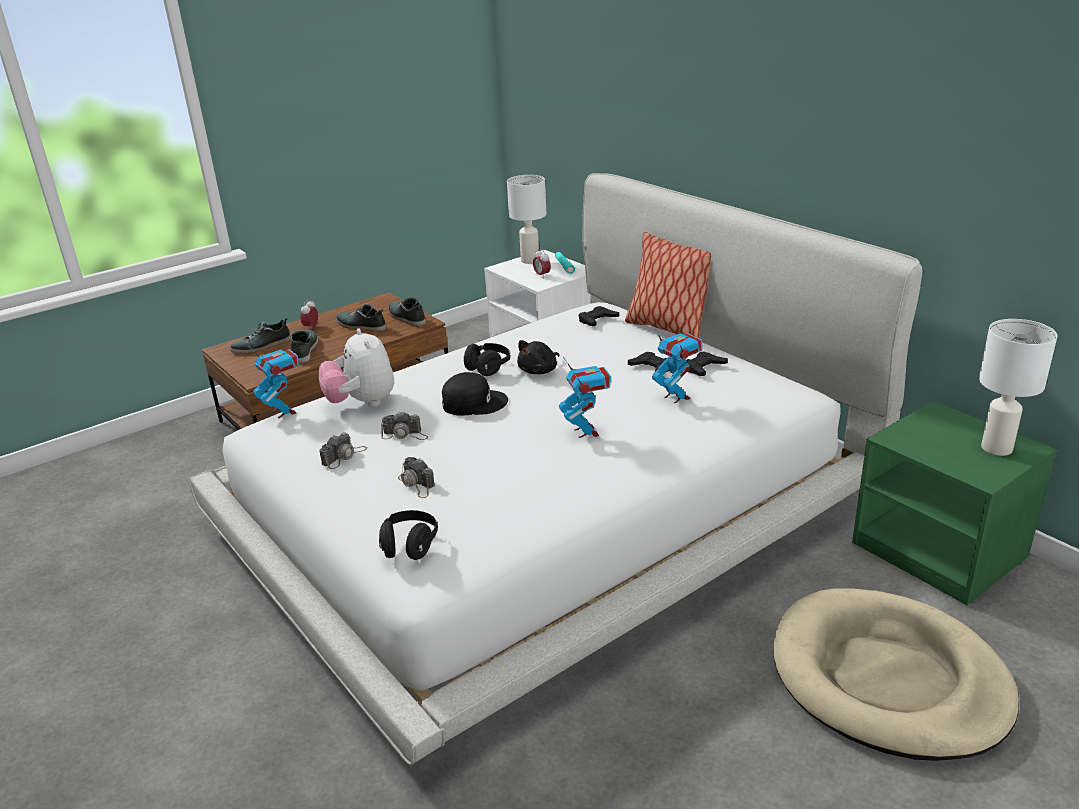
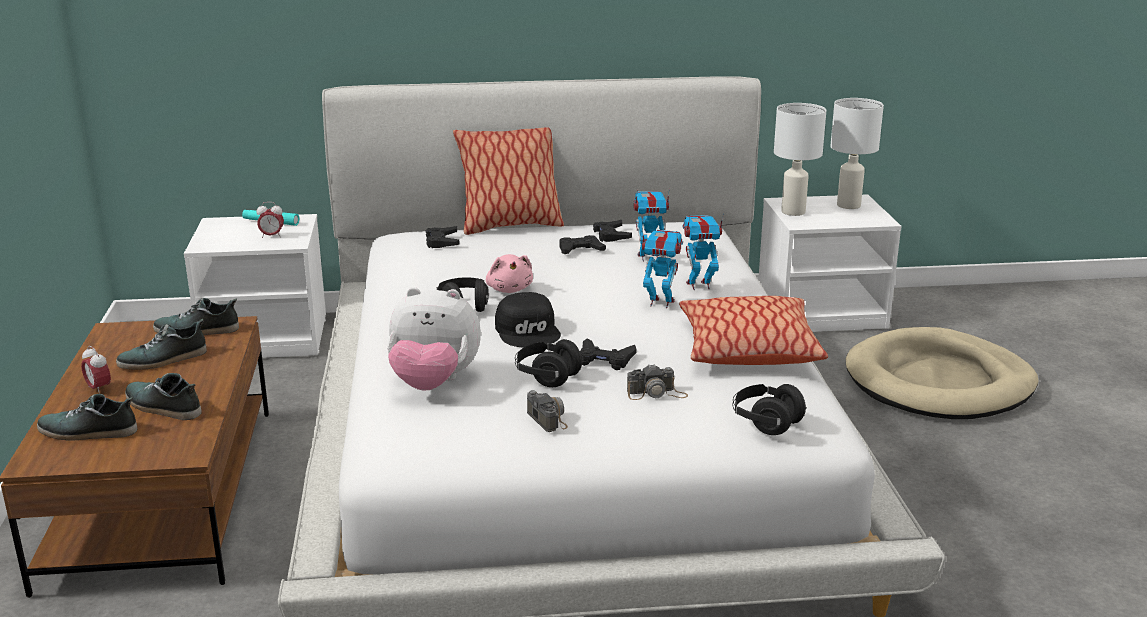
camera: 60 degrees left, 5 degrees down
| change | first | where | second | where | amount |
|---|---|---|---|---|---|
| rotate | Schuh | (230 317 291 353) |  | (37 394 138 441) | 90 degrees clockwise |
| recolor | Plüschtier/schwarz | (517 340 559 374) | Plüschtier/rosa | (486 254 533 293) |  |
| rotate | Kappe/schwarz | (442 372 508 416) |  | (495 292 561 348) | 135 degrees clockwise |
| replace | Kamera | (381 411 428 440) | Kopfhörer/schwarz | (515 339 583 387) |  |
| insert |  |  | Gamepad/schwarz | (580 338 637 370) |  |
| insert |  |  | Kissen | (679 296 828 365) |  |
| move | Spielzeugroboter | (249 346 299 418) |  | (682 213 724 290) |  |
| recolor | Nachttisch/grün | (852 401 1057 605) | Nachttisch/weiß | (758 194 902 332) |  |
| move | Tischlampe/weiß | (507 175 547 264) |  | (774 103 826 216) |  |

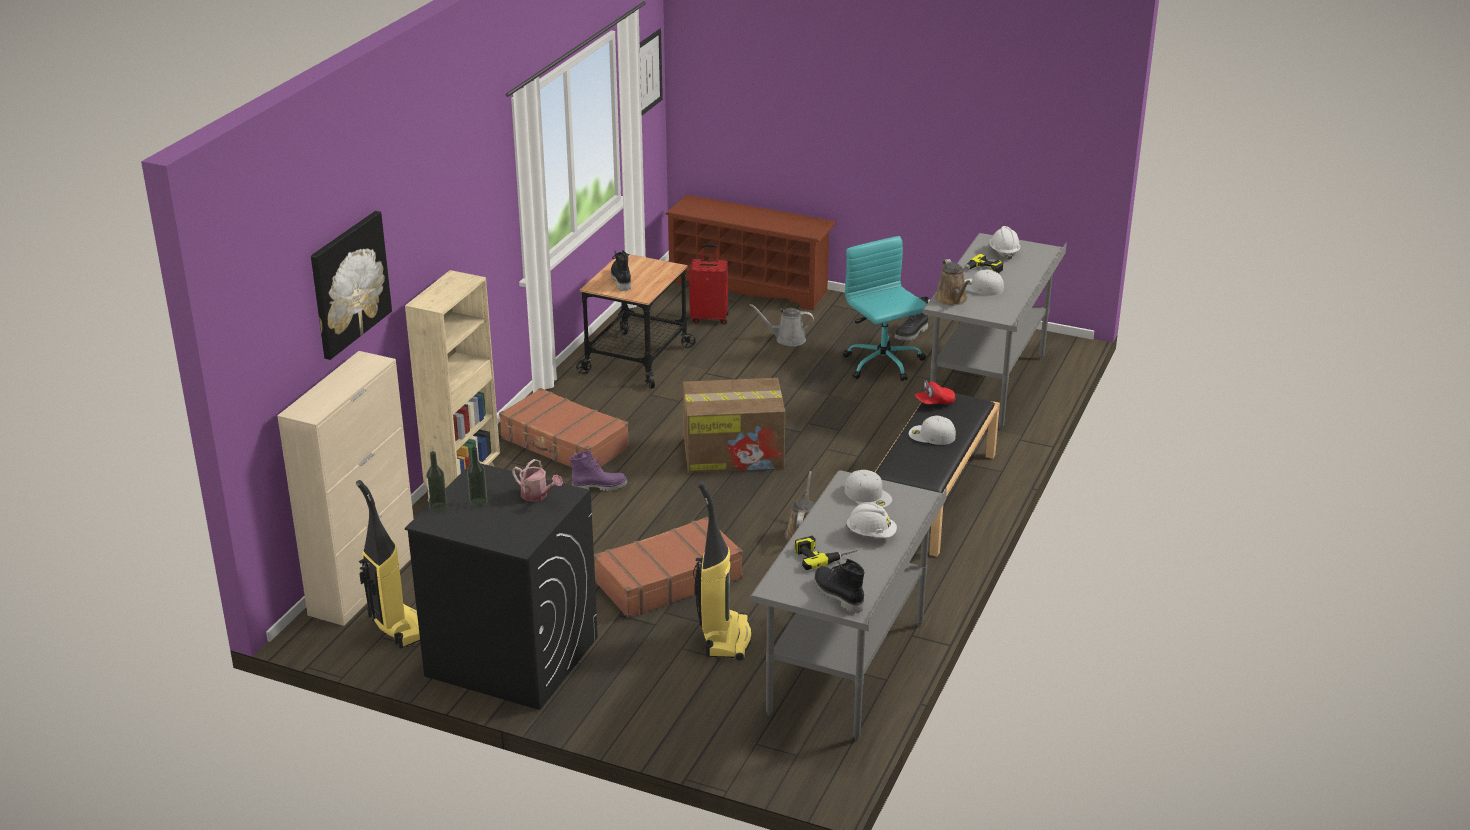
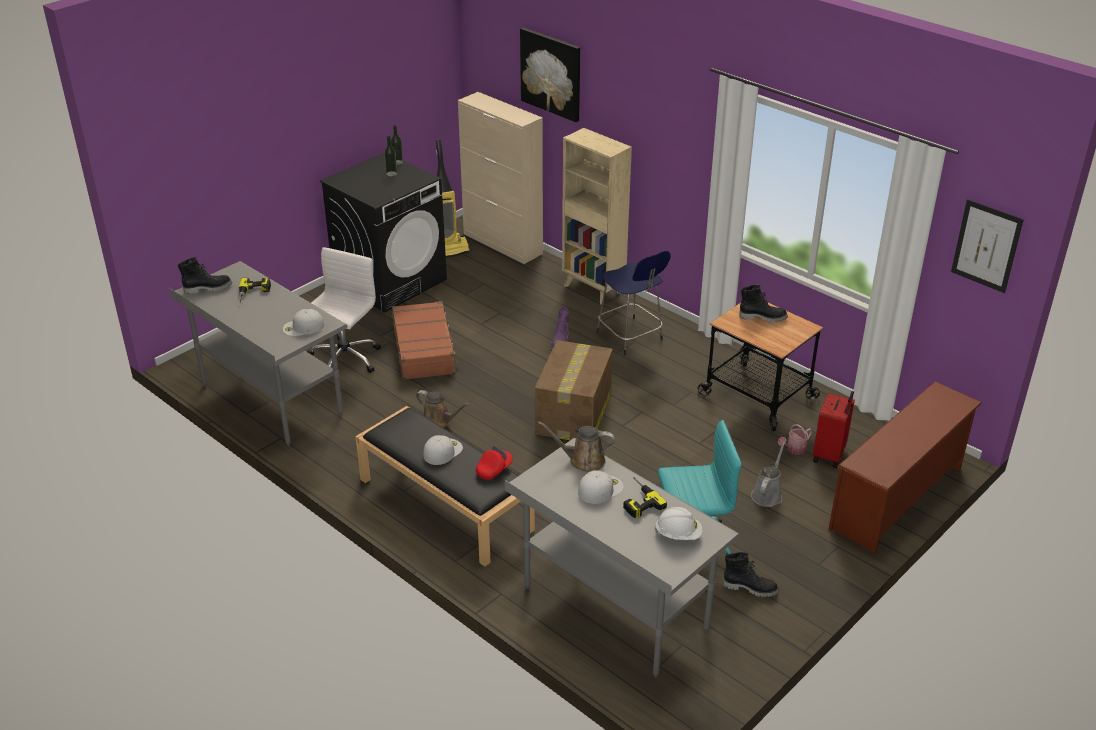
camera: 110 degrees right, 5 degrees up
| change | first | where | second | where | amount |
|---|---|---|---|---|---|
| replace | Staubsauger | (693 481 752 660) | Bürostuhl/weiß | (307 247 381 373) |  |
| rotate | Kappe/rot | (915 380 955 405) |  | (476 445 513 480) | 45 degrees clockwise |
| replace | Koffer/braun | (499 388 629 467) | Hocker/blau | (597 251 671 355) |  |
| rotate | Stiefel/schwarz | (894 296 929 341) |  | (723 552 779 597) | 135 degrees clockwise |
| move | Gießkanne | (512 459 563 502) |  | (778 424 812 455) |  |
| delete | Schutzhelm/weiß | (846 502 897 538) |  |  |  |

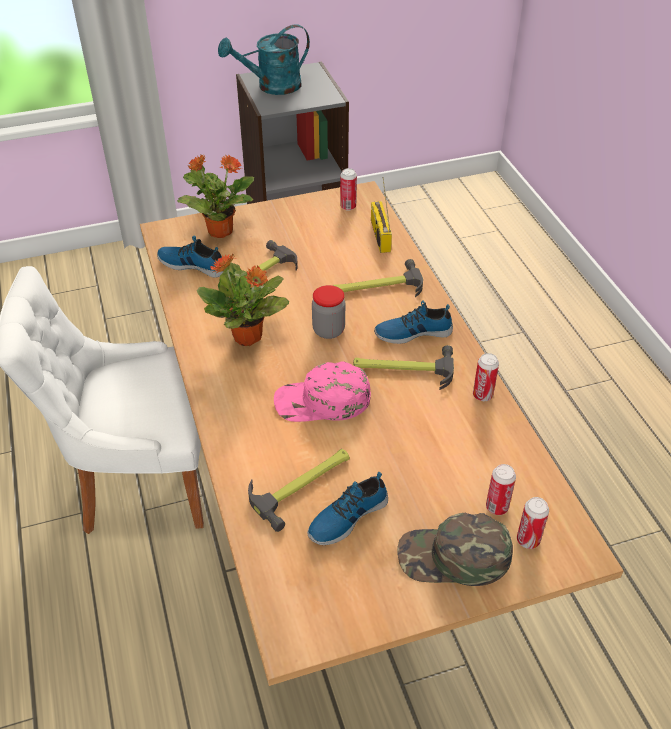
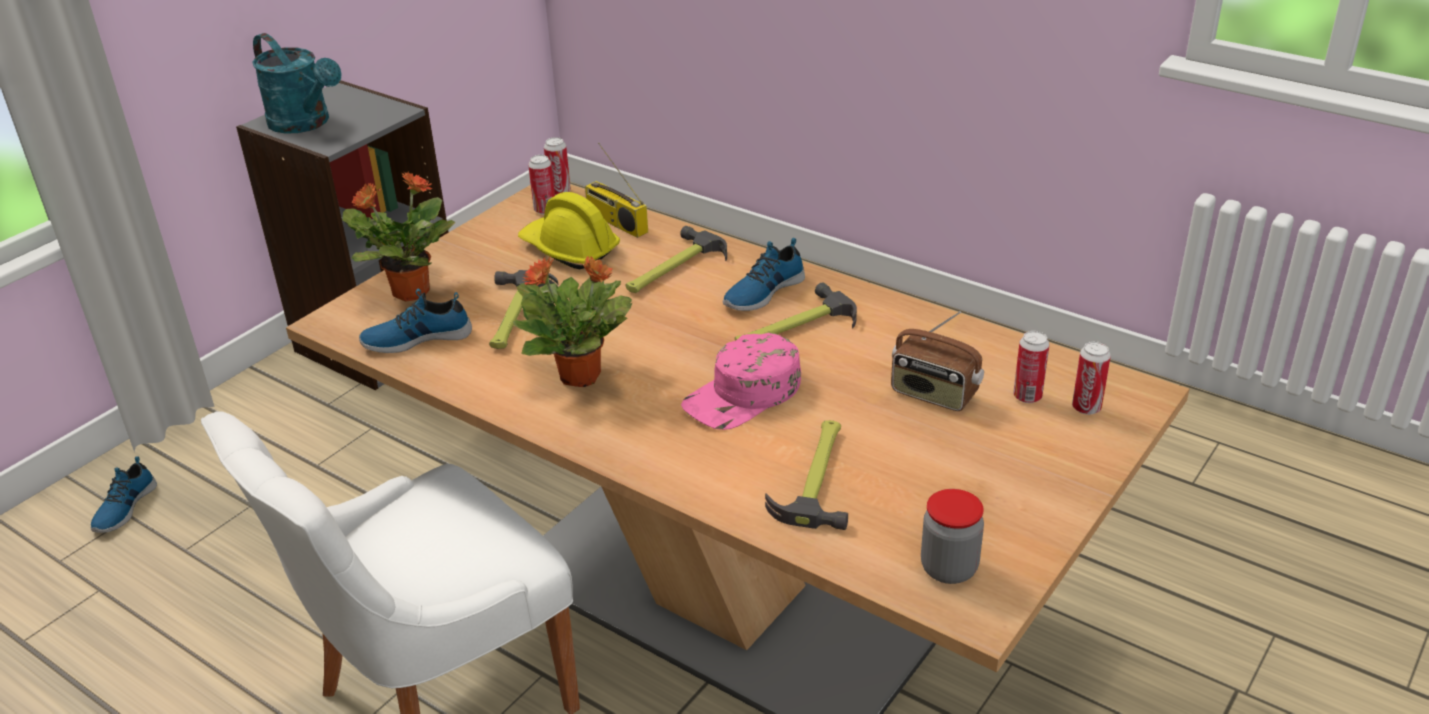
camera: 35 degrees left, 10 degrees down
| change | first | where | second | where | amount |
|---|---|---|---|---|---|
| move | Schuh | (307 472 388 545) |  | (91 456 157 533) |  |
| rotate | Gießkanne/türkis | (218 24 310 95) |  | (252 33 341 134) | 75 degrees counterclockwise |
| insert |  |  | Schutzhelm/gelb | (518 192 620 269) |  |
| move | Dose | (473 353 499 401) |  | (544 137 571 196) |  |
| insert |  |  | Radio | (891 311 984 411) |  |
| move | Vorratsglas | (312 285 345 339) |  | (921 489 984 584) |  |
| delete | Kappe/grün | (398 513 513 586) |  |  |  |

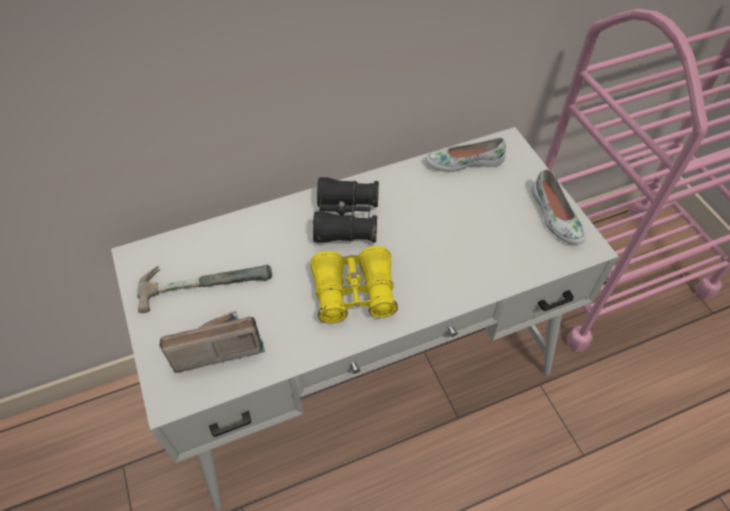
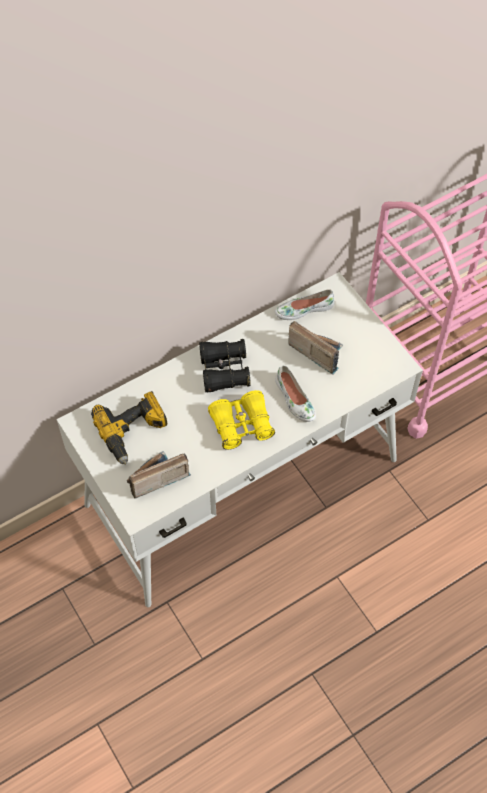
camera: 10 degrees left, 5 degrees up
| change | first | where | second | where | amount |
|---|---|---|---|---|---|
| replace | Hammer | (137 265 272 313) | Bohrmaschine | (91 391 167 465) |  |
| move | Schuh/weiß | (531 169 585 244) |  | (275 365 316 422) |  |
| insert |  |  | Radio | (288 321 343 375) |  |

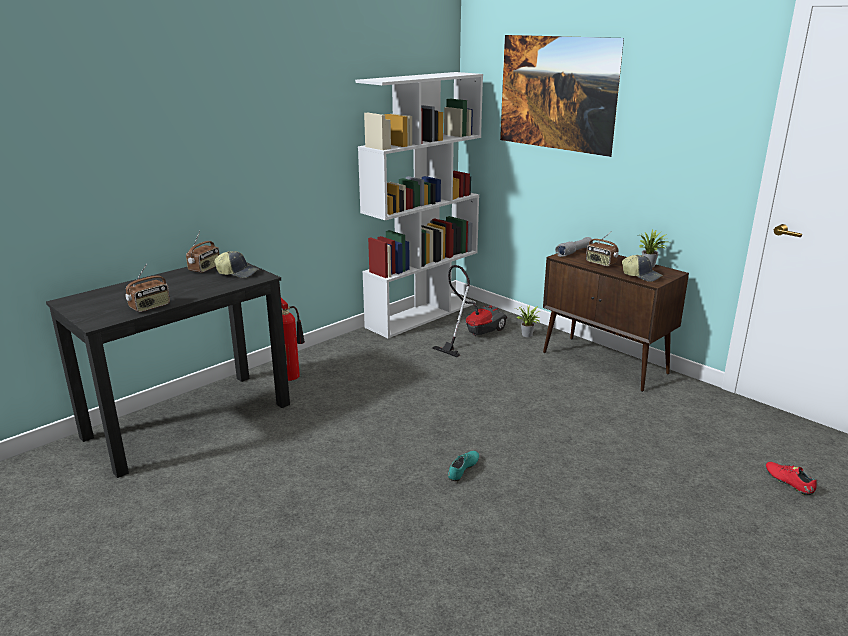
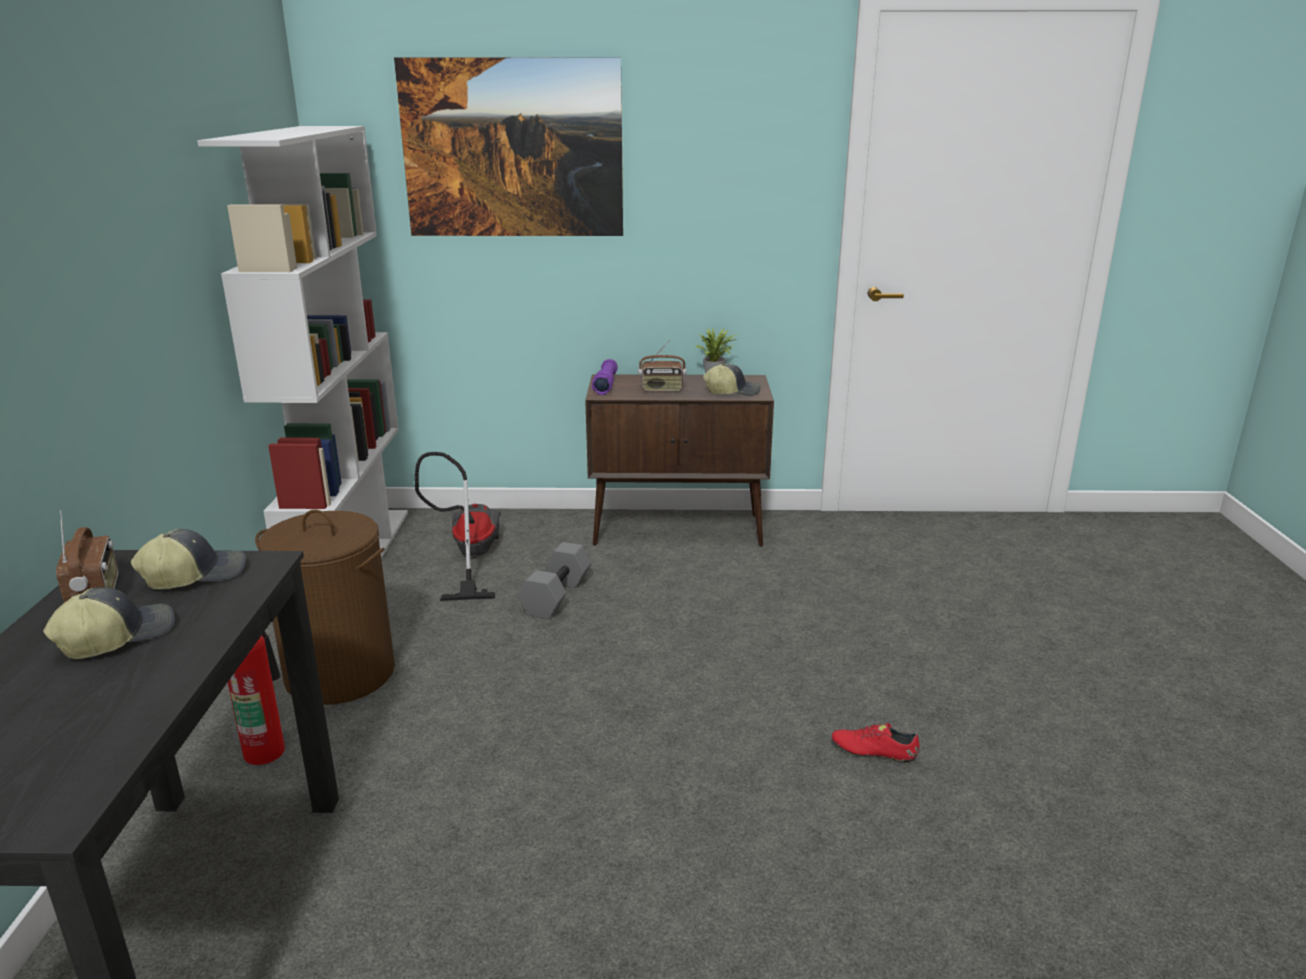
camera: 45 degrees left, 0 degrees up
| change | first | where | second | where | amount |
|---|---|---|---|---|---|
| insert |  |  | Kappe | (43 587 175 659) |  |
| insert |  |  | Wäschekorb/braun | (255 509 395 705) |  |
| insert |  |  | Hantel/grau | (518 542 592 619) |  |
| recolor | Taschenlampe/grau | (555 237 593 257) | Taschenlampe/lila | (592 359 618 395) |  |
| move | Schuh/rot | (766 462 817 495) |  | (832 723 920 764) |  |
| delete | Radio | (125 264 170 312) |  |  |  |
| delete | Schuh/türkis | (448 451 479 481) |  |  |  |
| delete | Topfpflanze | (516 306 540 337) |  |  |  |

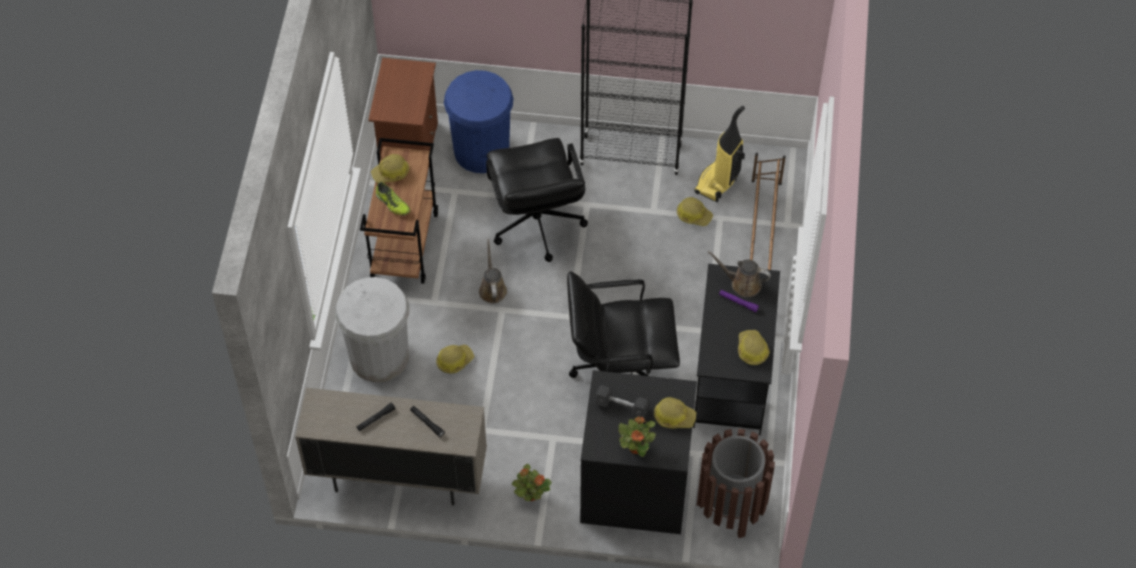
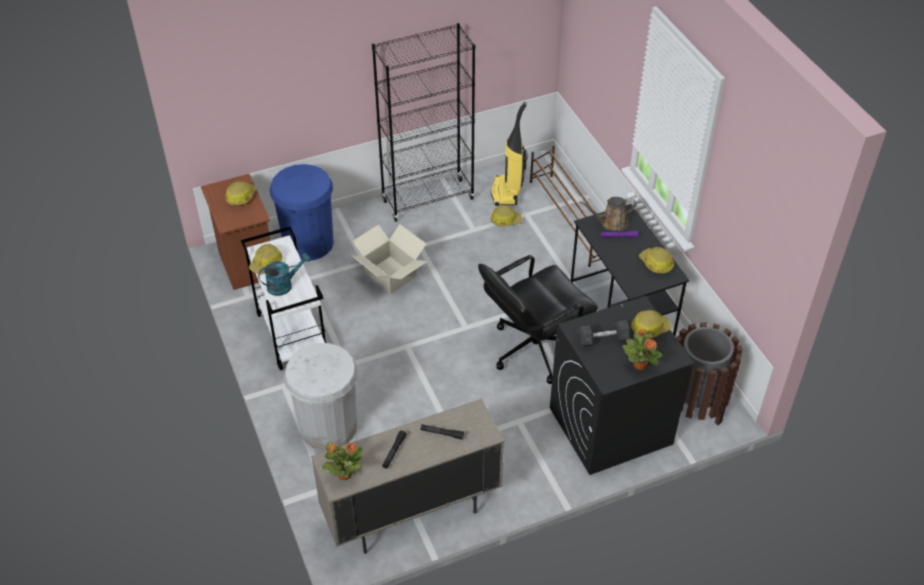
camera: 30 degrees left, 10 degrees down
| change | first | where | second | where | amount |
|---|---|---|---|---|---|
| move | Schutzhelm | (436 345 474 374) |  | (225 181 256 206) |  |
| recolor | Rollwagen/braun | (360 138 438 284) | Rollwagen/weiß | (241 226 326 370) |  |
| replace | Schuh | (376 182 410 216) | Gießkanne/türkis | (258 253 311 296) |  |
| move | Topfpflanze | (512 464 552 501) |  | (322 442 363 480) |  |
| replace | Bürostuhl/schwarz | (486 138 588 262) | Karton | (351 224 427 294) |  |
| delete | Gießkanne/braun | (479 238 507 304) |  |  |  |

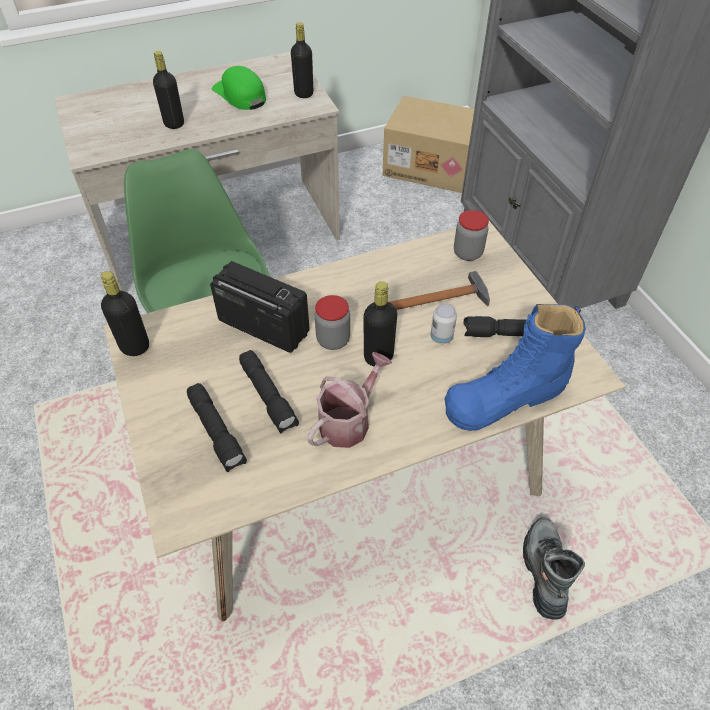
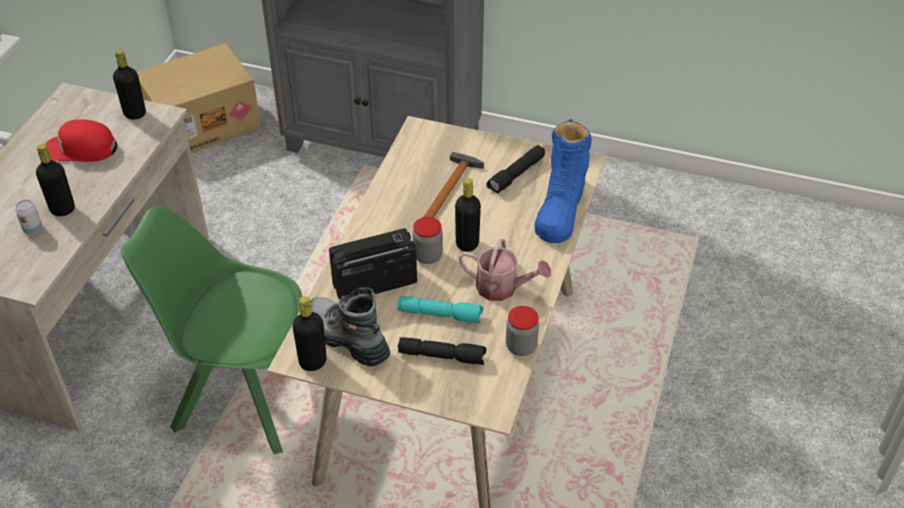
camera: 50 degrees left, 5 degrees down
| change | first | where | second | where | amount |
|---|---|---|---|---|---|
| move | Dose | (430 304 457 344) |  | (15 200 42 234) |  |
| recolor | Kappe/grün | (212 66 266 110) | Kappe/rot | (45 119 117 162) |  |
| move | Stiefel | (523 517 585 620) |  | (311 287 390 366) |  |
| recolor | Taschenlampe/schwarz | (239 350 299 433) | Taschenlampe/türkis | (397 296 483 323) |  |
| rotate | Gießkanne | (307 352 392 448) |  | (459 239 551 301) | 120 degrees clockwise |
| move | Vorratsglas | (454 210 489 261) |  | (506 306 539 356) |  |

